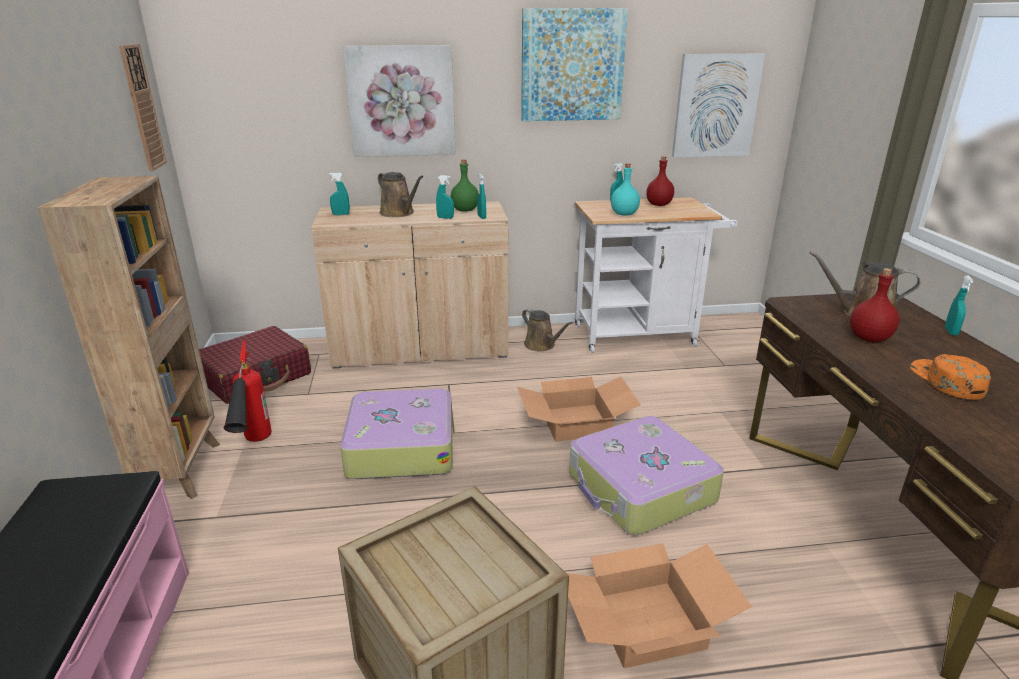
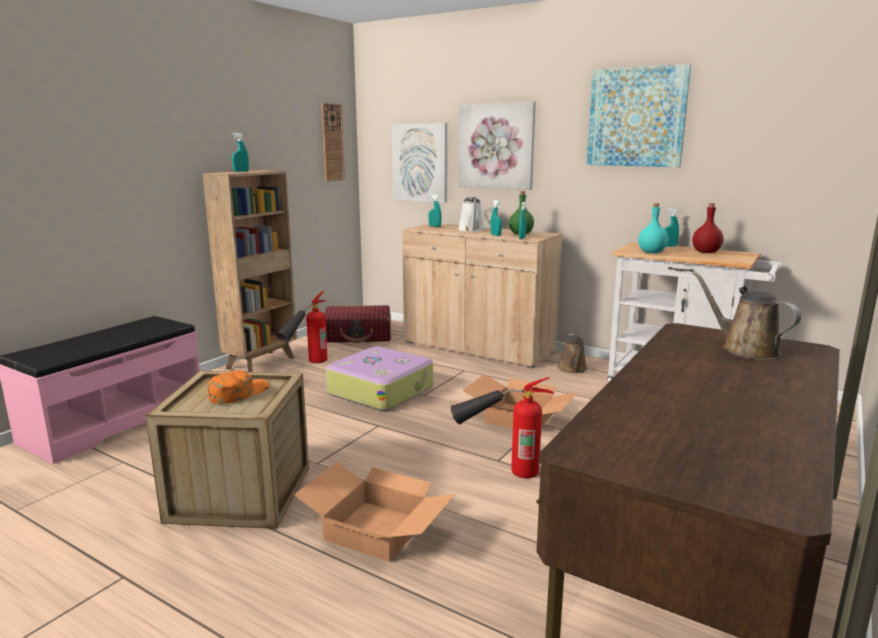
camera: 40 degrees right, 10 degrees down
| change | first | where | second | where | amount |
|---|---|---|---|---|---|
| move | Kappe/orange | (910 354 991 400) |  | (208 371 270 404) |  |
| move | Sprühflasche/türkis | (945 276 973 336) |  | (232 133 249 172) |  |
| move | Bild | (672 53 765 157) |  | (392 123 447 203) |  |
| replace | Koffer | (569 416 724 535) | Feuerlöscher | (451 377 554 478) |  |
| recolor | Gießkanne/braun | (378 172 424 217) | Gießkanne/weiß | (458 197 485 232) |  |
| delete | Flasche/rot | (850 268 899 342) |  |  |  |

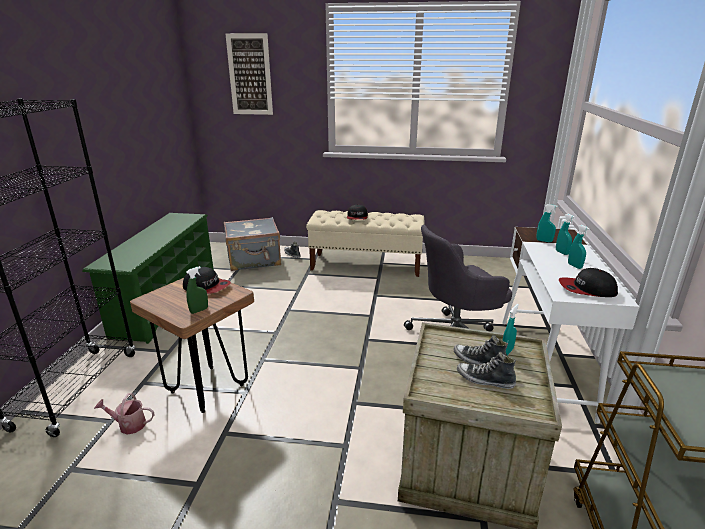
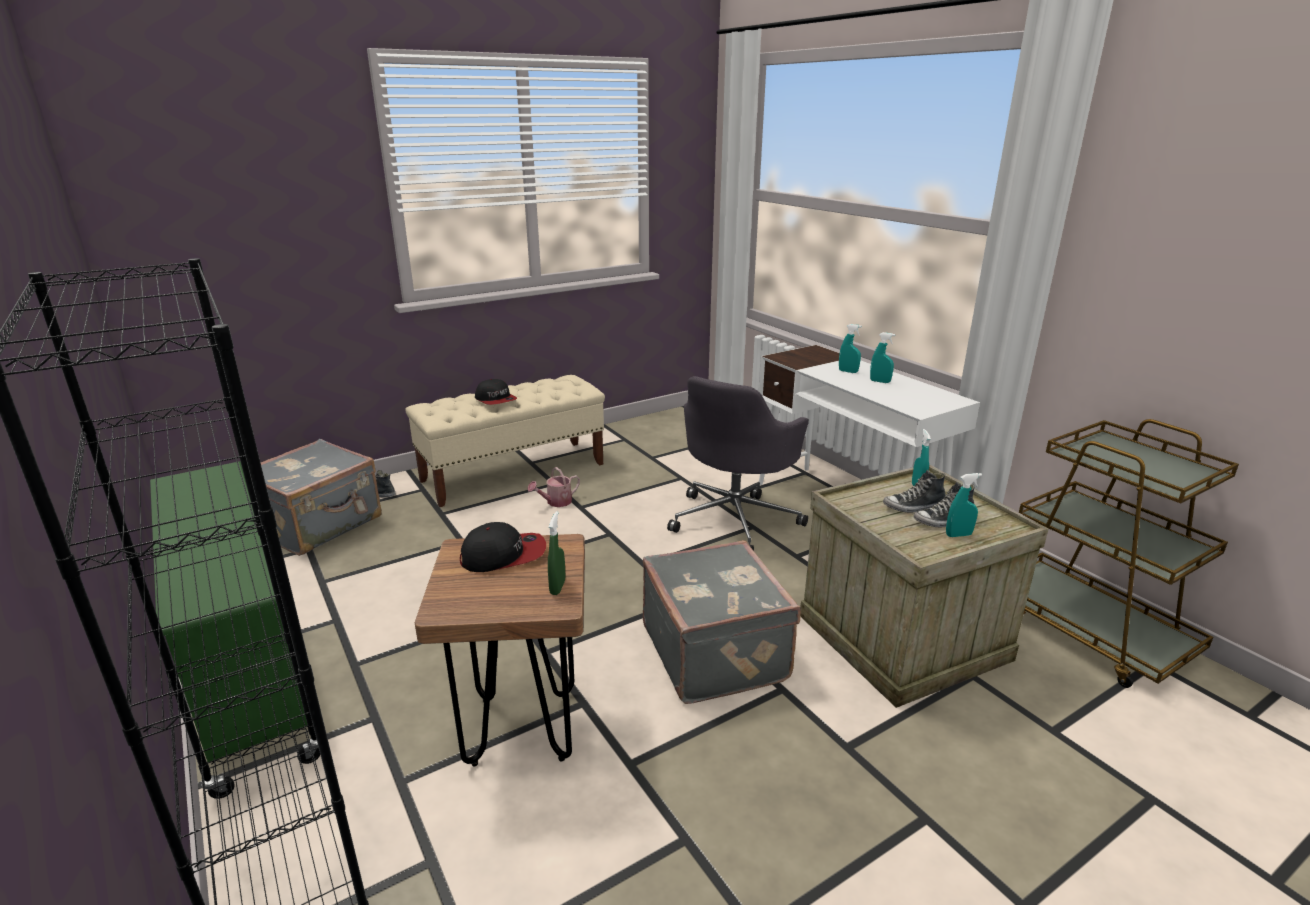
camera: 40 degrees left, 0 degrees up
| change | first | where | second | where | amount |
|---|---|---|---|---|---|
| move | Gießkanne | (94 393 154 435) |  | (527 467 580 507) |  |
| insert |  |  | Koffer/grau | (643 540 801 704) |  |
| move | Sprühflasche/türkis | (537 204 558 242) |  | (946 473 982 537) |  |
| delete | Bild | (225 33 273 115) |  |  |  |
| delete | Kappe | (559 268 618 297) |  |  |  |

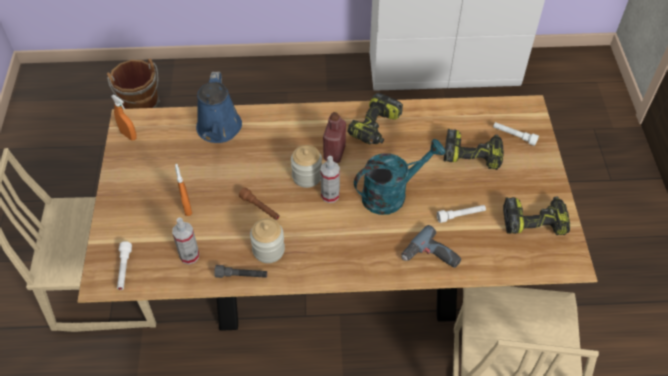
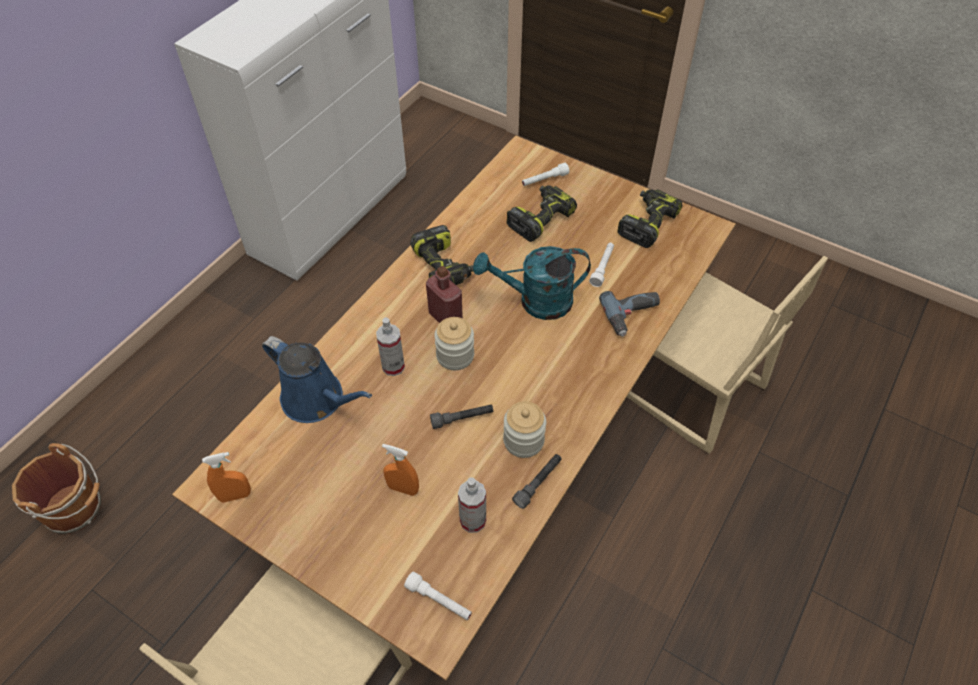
camera: 55 degrees left, 0 degrees up
| change | first | where | second | where | amount |
|---|---|---|---|---|---|
| move | Sprühflasche | (320 156 340 203) |  | (376 317 405 376) |  |
| recolor | Taschenlampe/braun | (239 187 280 220) | Taschenlampe/grau | (430 405 493 429) |  |
| rotate | Gießkanne/türkis | (354 139 446 215) |  | (473 246 591 320) | 105 degrees counterclockwise |

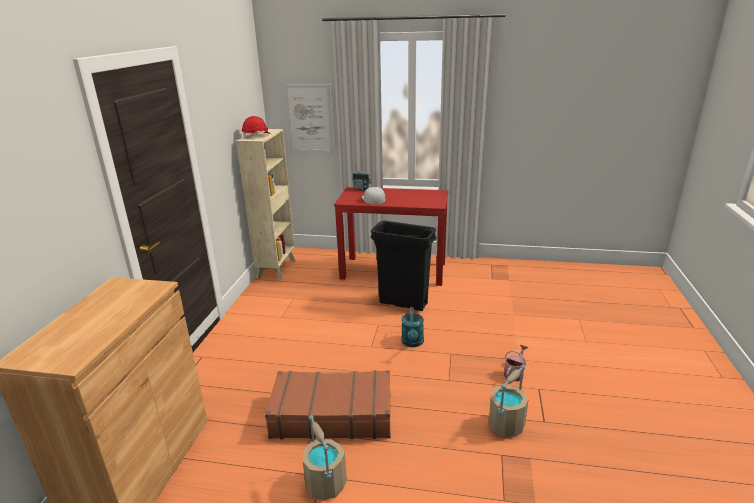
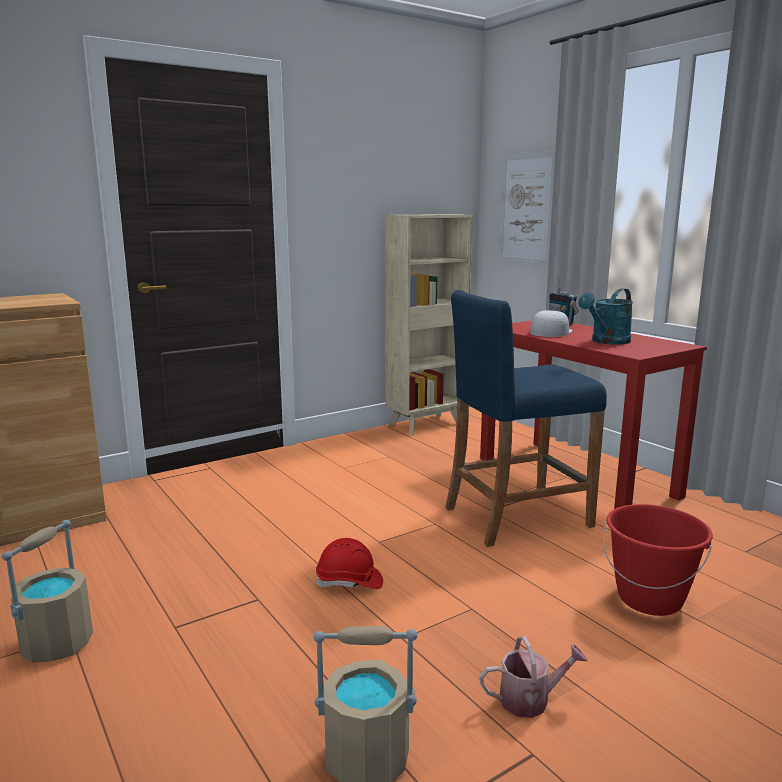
camera: 45 degrees right, 10 degrees down
| change | first | where | second | where | amount |
|---|---|---|---|---|---|
| move | Schutzhelm/rot | (242 116 271 139) |  | (315 538 383 589) |  |
| replace | Mülleimer/schwarz | (370 221 437 311) | Hocker/blau | (445 290 607 547) |  |
| move | Gießkanne/türkis | (401 307 424 347) |  | (578 288 633 345) |  |
| insert |  |  | Eimer/rot | (603 504 713 616) |  |
| delete | Koffer/braun | (265 370 391 439) |  |  |  |

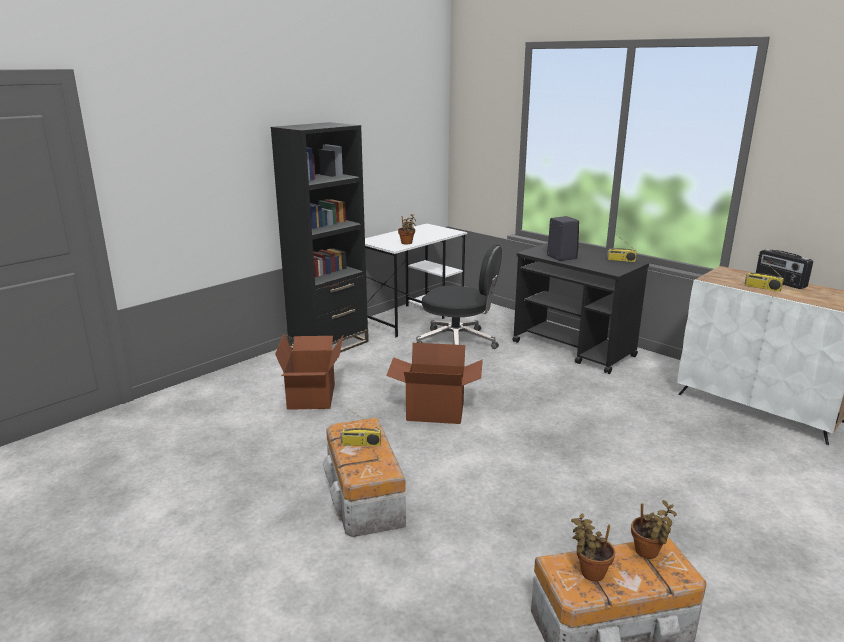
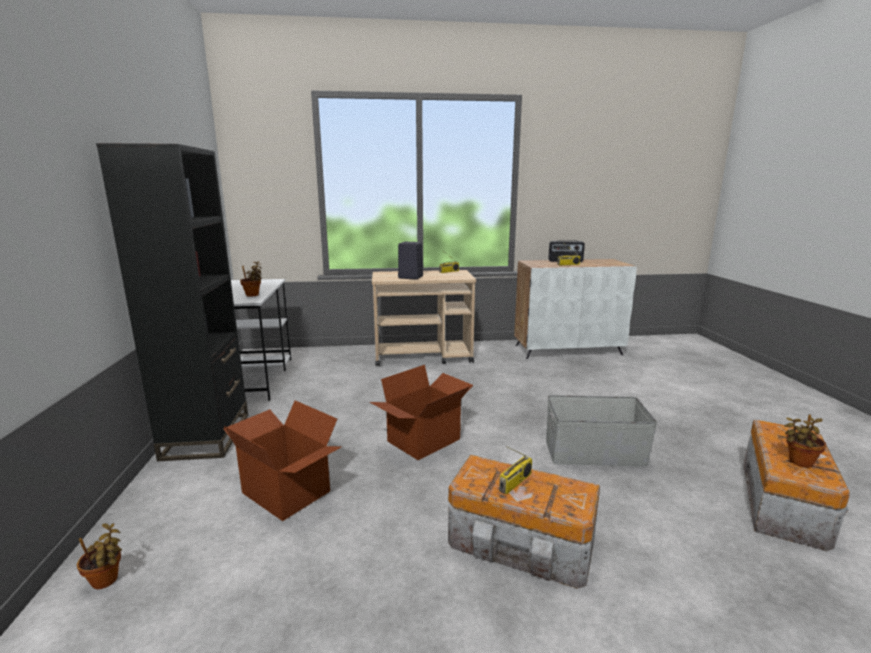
camera: 50 degrees left, 5 degrees down
| change | first | where | second | where | amount |
|---|---|---|---|---|---|
| move | Topfpflanze | (631 500 677 559) |  | (77 523 122 589) |  |
| recolor | Rollwagen/schwarz | (512 243 649 374) | Rollwagen/beige | (372 270 476 366) |  |
| insert |  |  | Aufbewahrungsbox/grau | (546 395 657 467) |  |
| delete | Bürostuhl/schwarz | (416 244 502 349) |  |  |  |

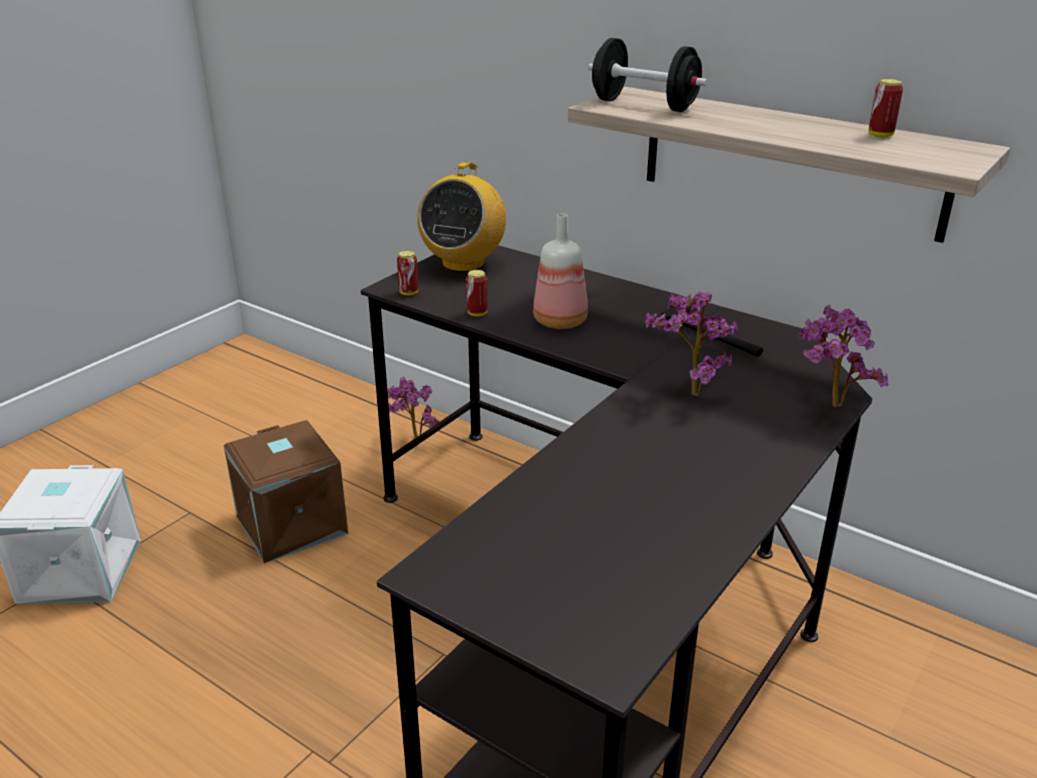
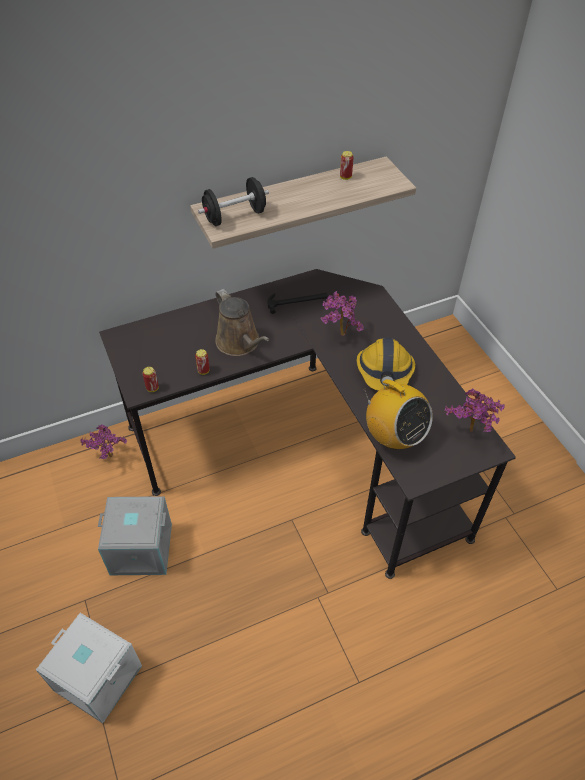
camera: 60 degrees left, 20 degrees up
| change | first | where | second | where | amount |
|---|---|---|---|---|---|
| recolor | Aufbewahrungsbox/braun | (224 420 348 563) | Aufbewahrungsbox/grau | (98 496 172 575) |  |
| replace | Flasche | (533 214 588 329) | Gießkanne/braun | (215 289 269 356) |  |
| insert |  |  | Schutzhelm | (356 337 415 391) |  |
| move | Radio | (417 162 506 272) |  | (364 379 433 449) |  |
| move | Topfpflanze | (798 305 888 408) |  | (444 388 505 432) |  |

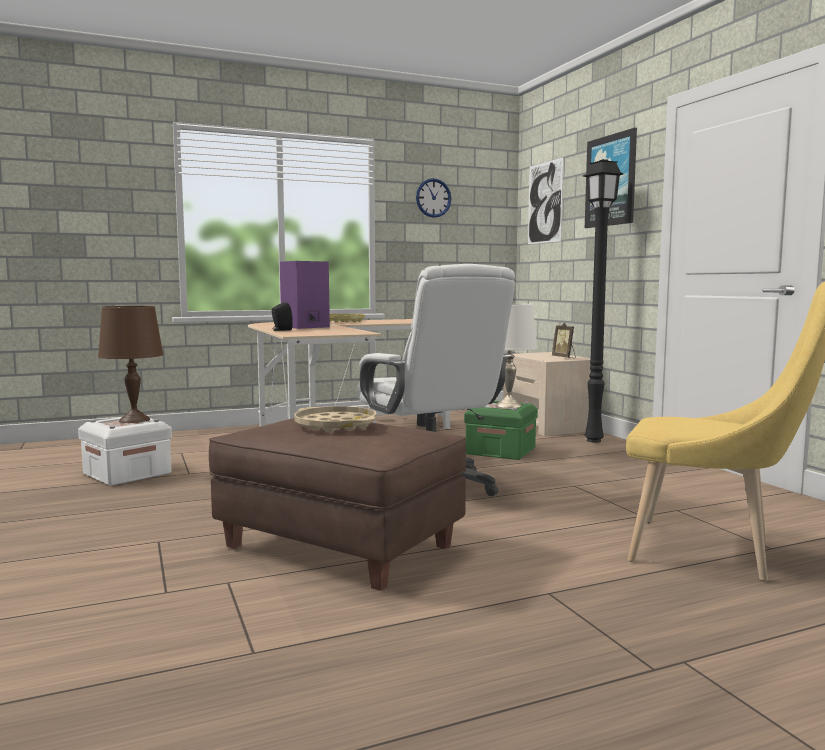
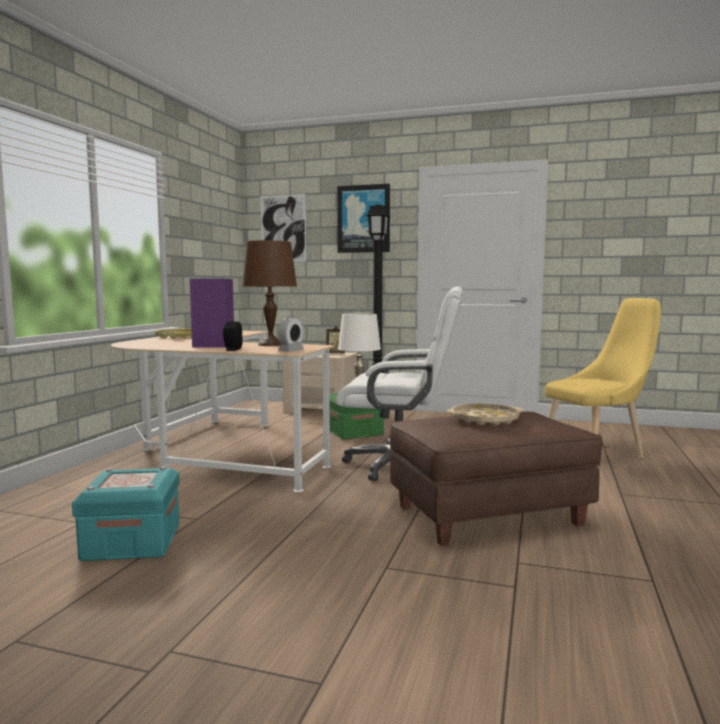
camera: 50 degrees left, 0 degrees up
| change | first | where | second | where | amount |
|---|---|---|---|---|---|
| recolor | Aufbewahrungsbox/weiß | (78 417 172 486) | Aufbewahrungsbox/türkis | (72 466 180 561) |  |
| move | Tischlampe/braun | (98 306 164 423) |  | (242 240 297 346) |  |
| insert |  |  | Wecker | (278 317 304 352) |  |
| delete | Wanduhr | (416 178 451 218) |  |  |  |

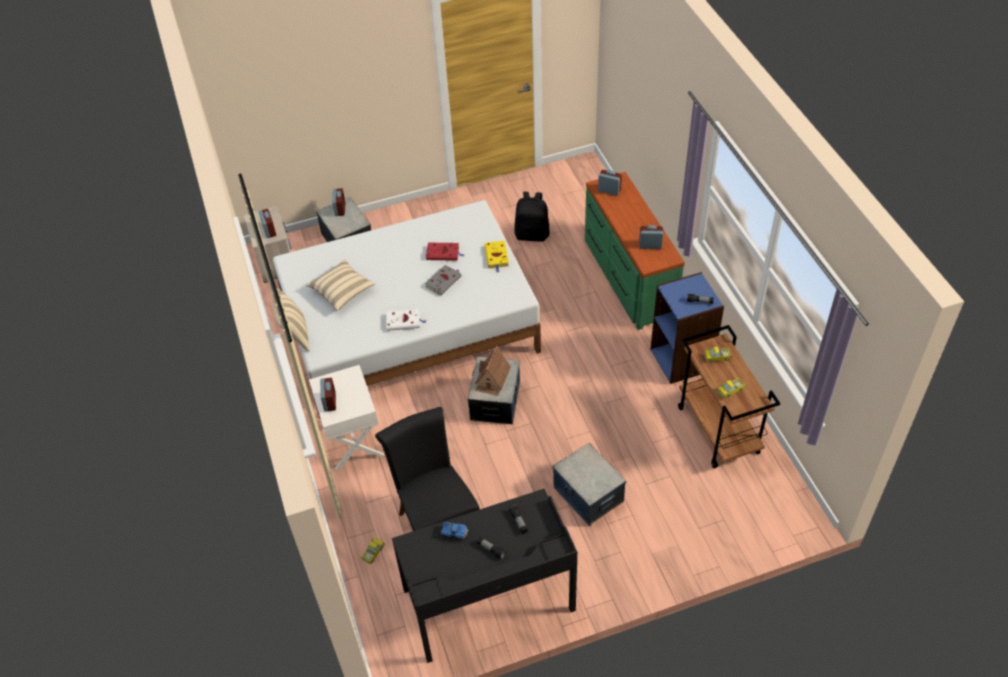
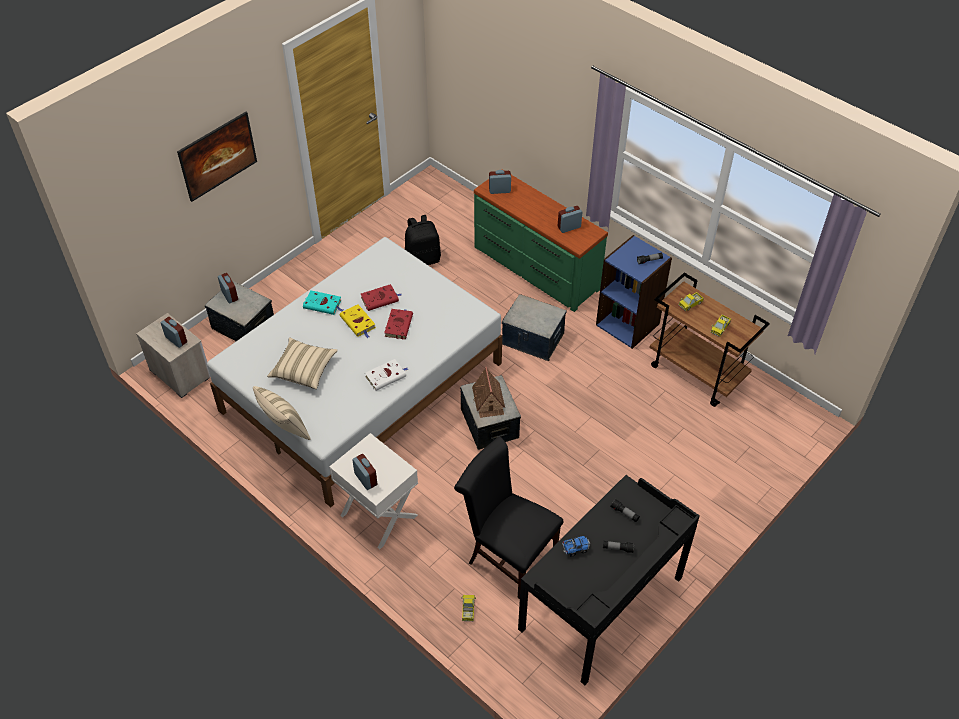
camera: 30 degrees left, 0 degrees up
| change | first | where | second | where | amount |
|---|---|---|---|---|---|
| insert |  |  | Bild | (177 112 257 202) |  |
| insert |  |  | Buch/türkis | (303 290 343 315) |  |
| move | Buch/gelb | (484 241 509 272) |  | (340 304 376 338) |  |
| recolor | Buch/grau | (425 265 462 295) | Buch/rot | (384 309 413 339) |  |
| move | Aufbewahrungsbox | (553 443 626 526) |  | (502 294 567 361) |  |

